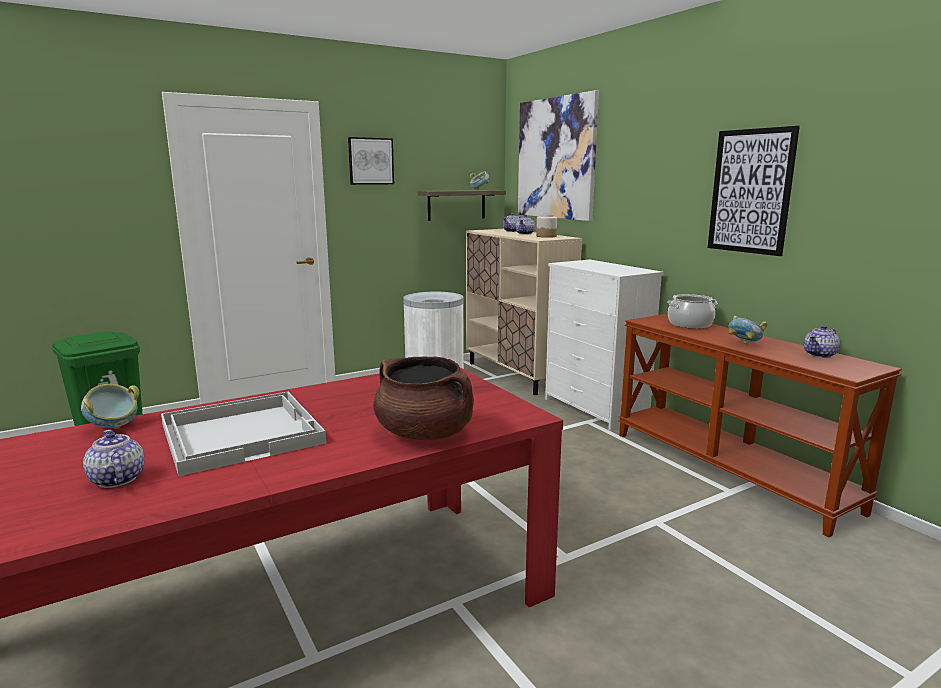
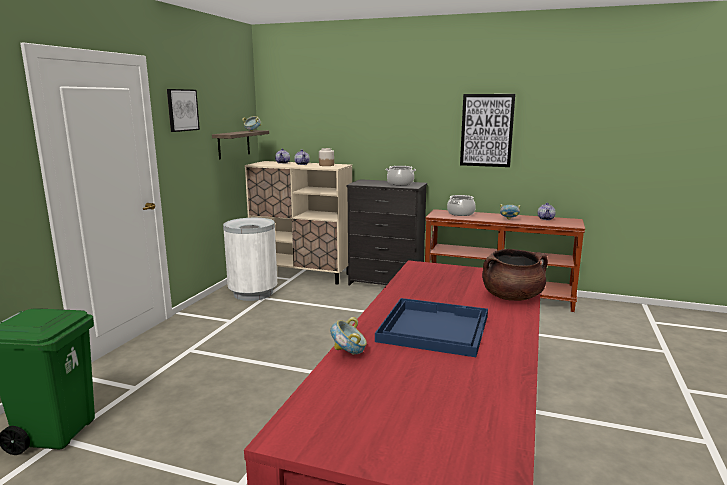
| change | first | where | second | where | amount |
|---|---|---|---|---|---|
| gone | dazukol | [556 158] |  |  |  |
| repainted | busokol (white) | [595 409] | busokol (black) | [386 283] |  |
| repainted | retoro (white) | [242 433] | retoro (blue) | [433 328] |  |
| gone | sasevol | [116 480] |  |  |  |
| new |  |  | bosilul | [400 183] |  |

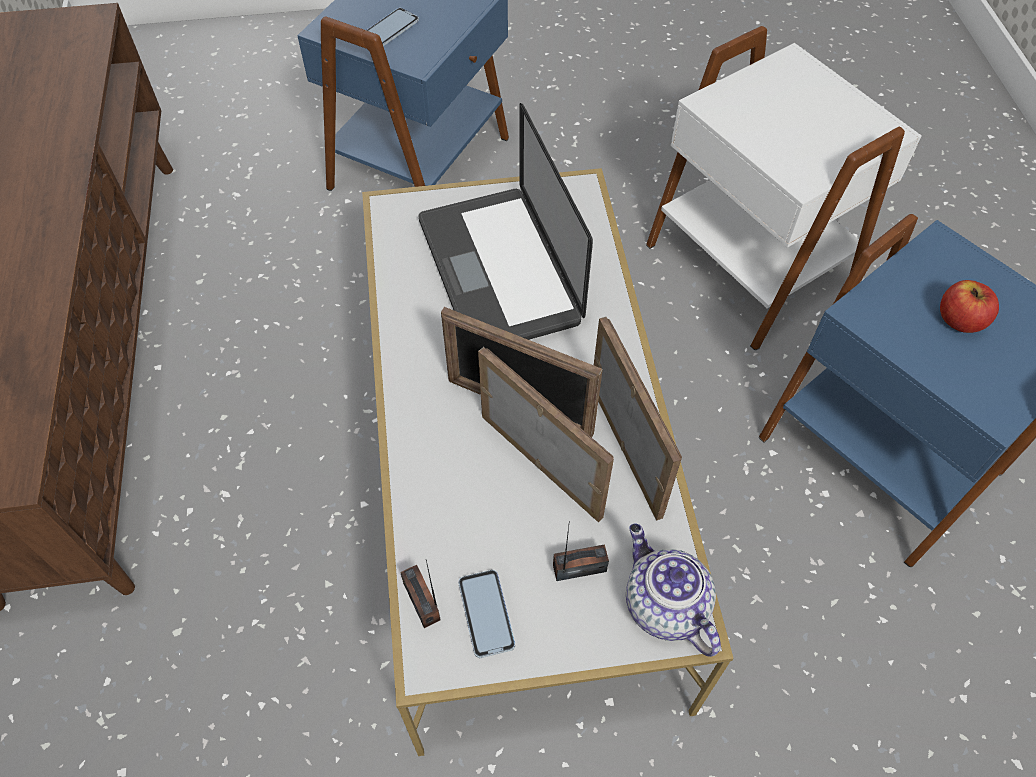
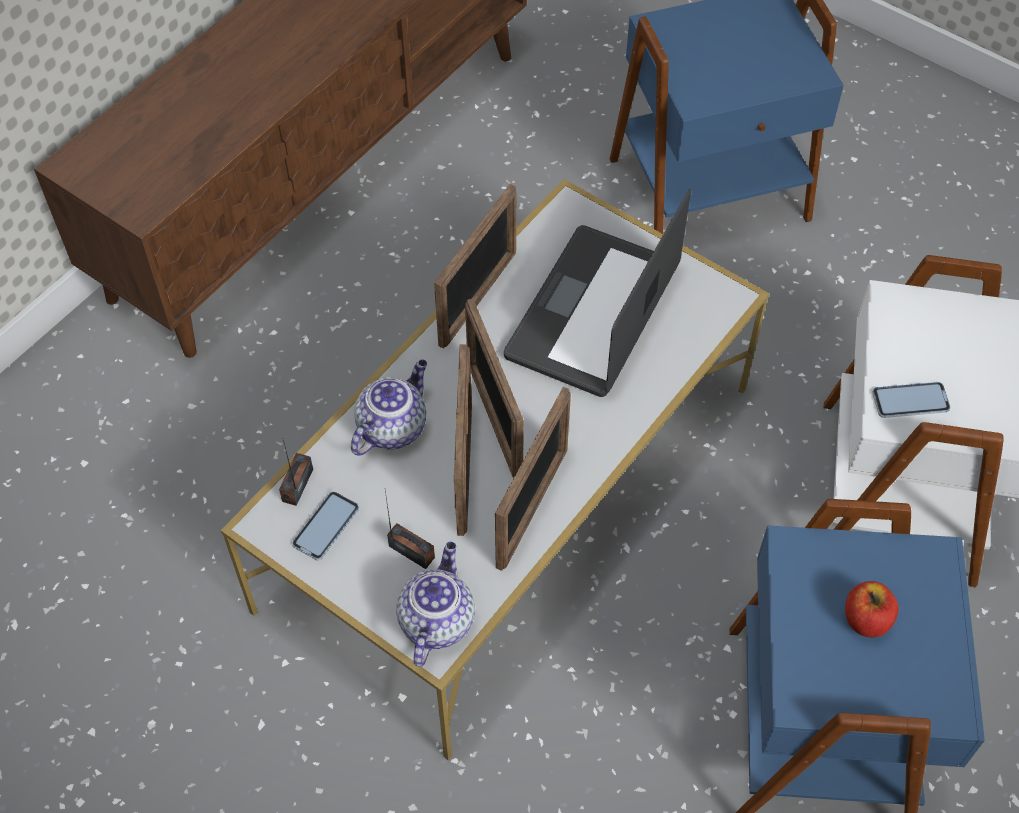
| change | first | where | second | where | amount |
|---|---|---|---|---|---|
| shifted | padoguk | [390 29] |  | [910 401] |  |
| new |  |  | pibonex | [478 298] |  |
| new |  |  | sasevol | [392 426] |  |

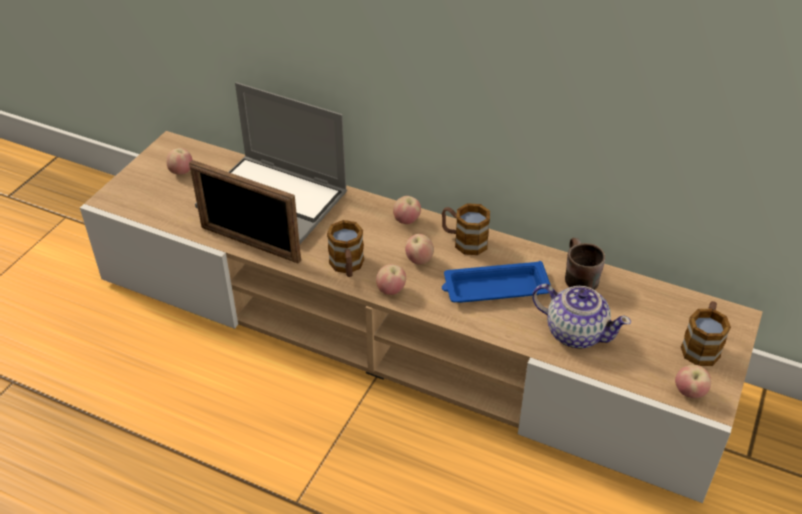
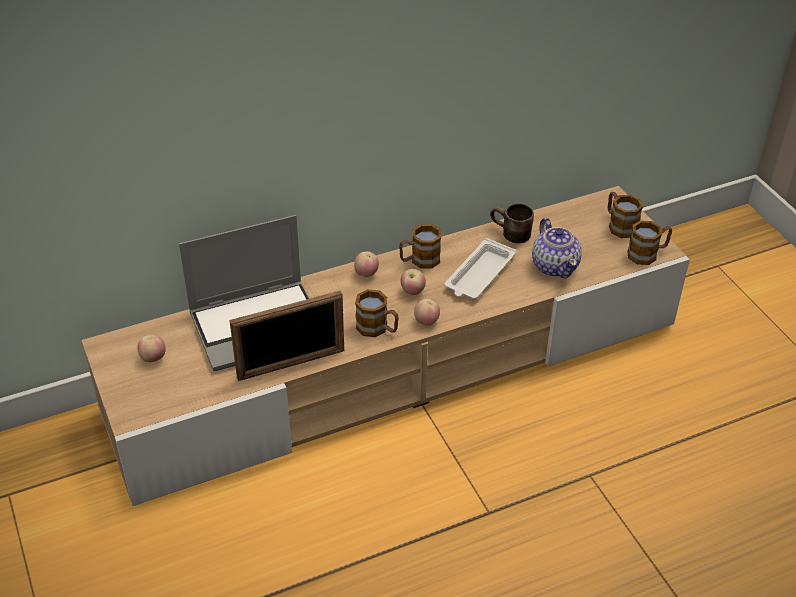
| change | first | where | second | where | amount |
|---|---|---|---|---|---|
| repainted | retoro (blue) | [494 288] | retoro (white) | [479 275] |  |
| rotated | sasevol | [575 332] |  | [555 266] | 90 degrees clockwise |
| swapped | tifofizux | [689 392] | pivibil | [647 254] |  |

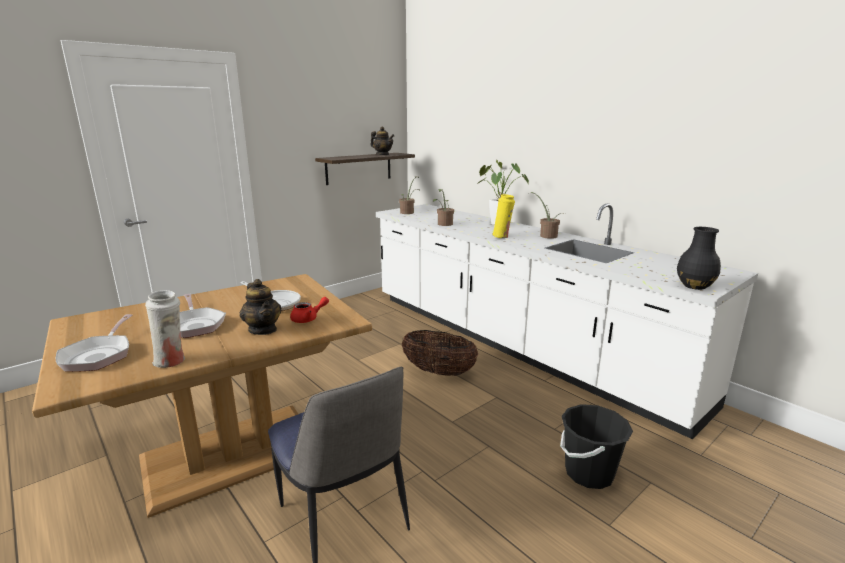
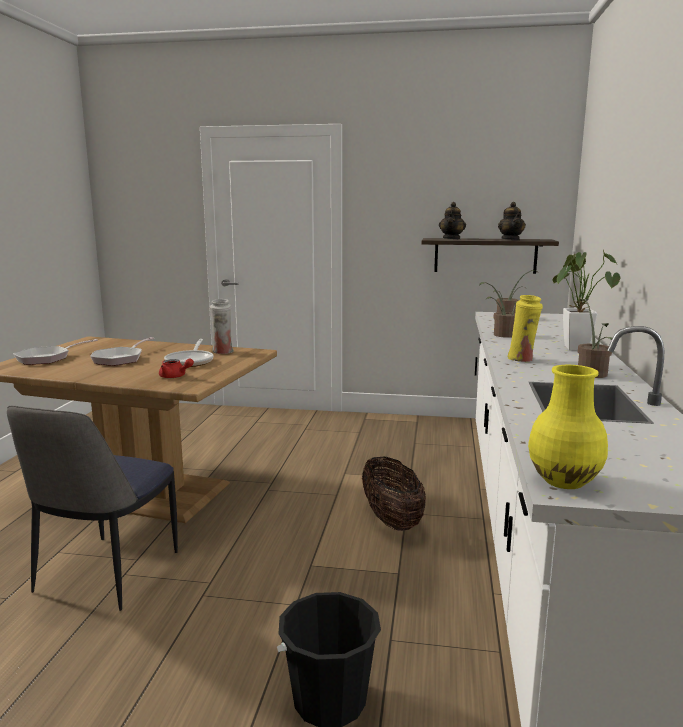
| change | first | where | second | where | amount |
|---|---|---|---|---|---|
| repainted | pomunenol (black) | [695 286] | pomunenol (yellow) | [565 481] |  |
| shifted | sasevol | [263 330] |  | [452 239] |  |
| shifted | pomunenol (white) | [172 362] |  | [223 352] |  |

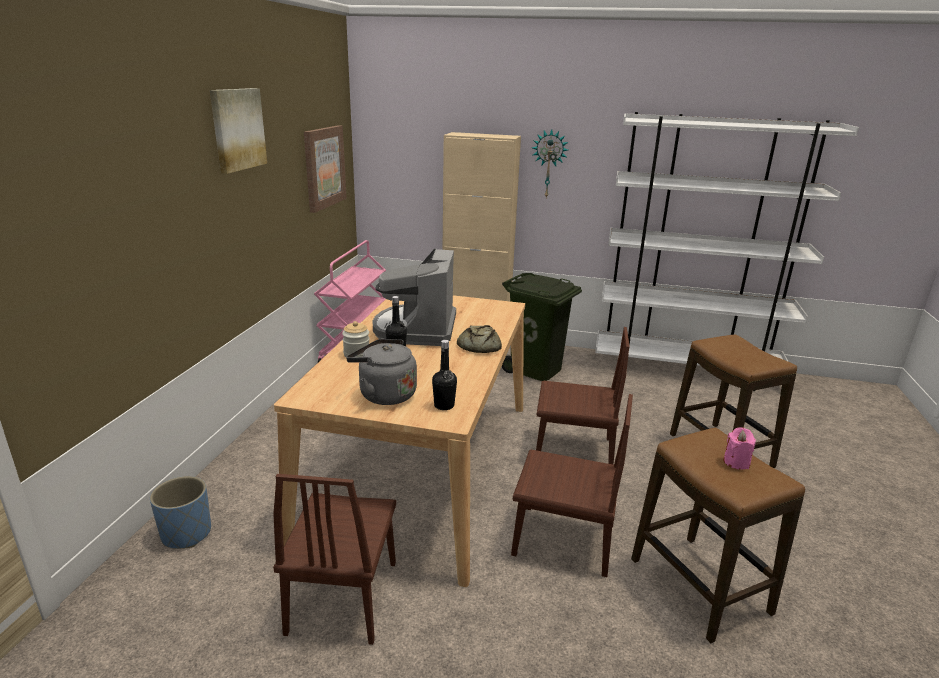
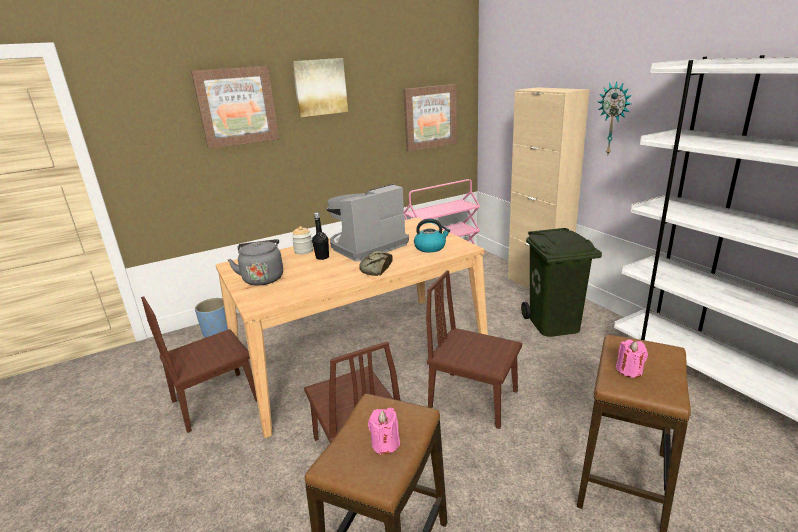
| change | first | where | second | where | amount |
|---|---|---|---|---|---|
| rotated | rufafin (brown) | [573 451] |  | [473 399] | 150 degrees clockwise |
| gone | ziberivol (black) | [444 405] |  |  |  |
| new |  |  | dazukol | [237 106] |  |
| new |  |  | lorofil | [430 247] |  |
| new |  |  | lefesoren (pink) | [629 370] |  |

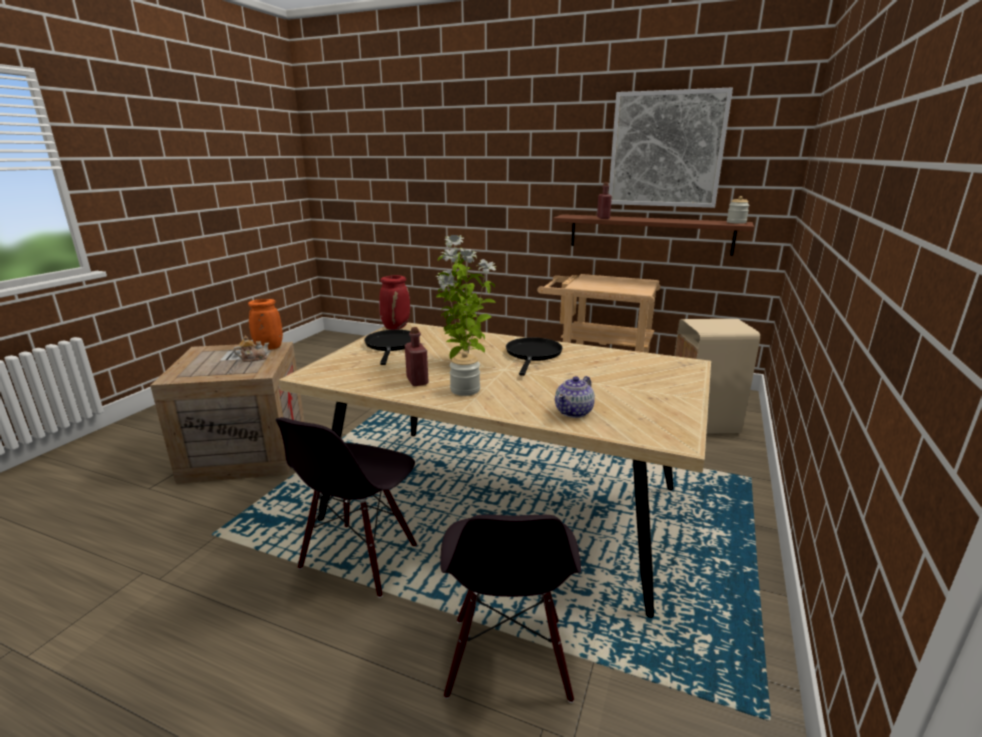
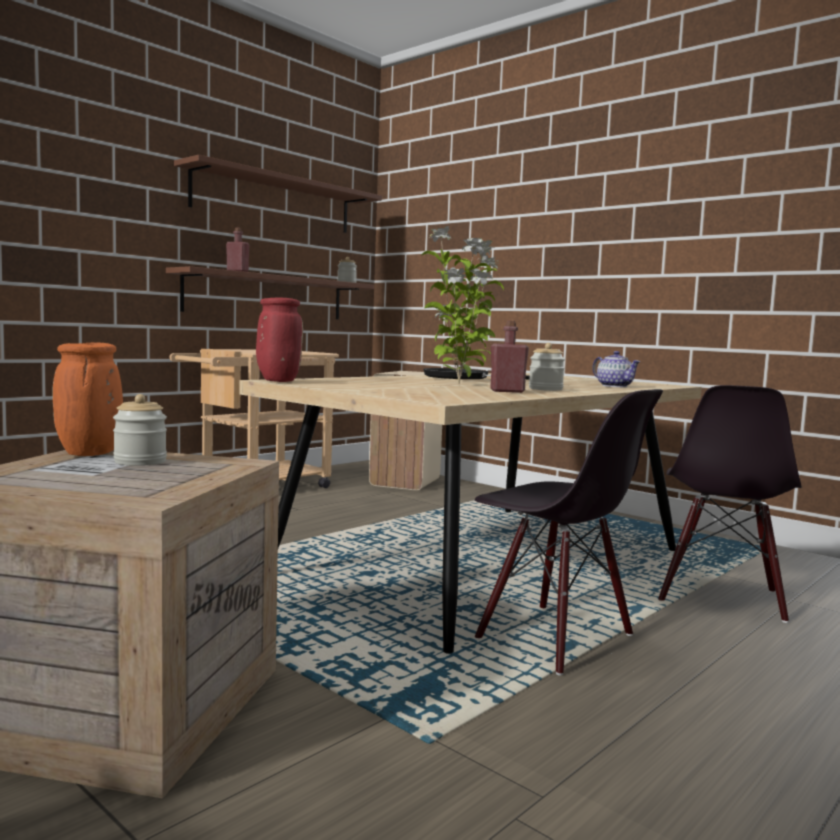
| change | first | where | second | where | amount |
|---|---|---|---|---|---|
| swapped | dazukol | [666 150] | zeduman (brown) | [274 201] |  |
| gone | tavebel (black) | [392 345] |  |  |  |
| swapped | sasevol | [253 358] | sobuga | [140 461] |  |
| rotated | rufafin (black) | [508 658] |  | [721 598] | 90 degrees clockwise |

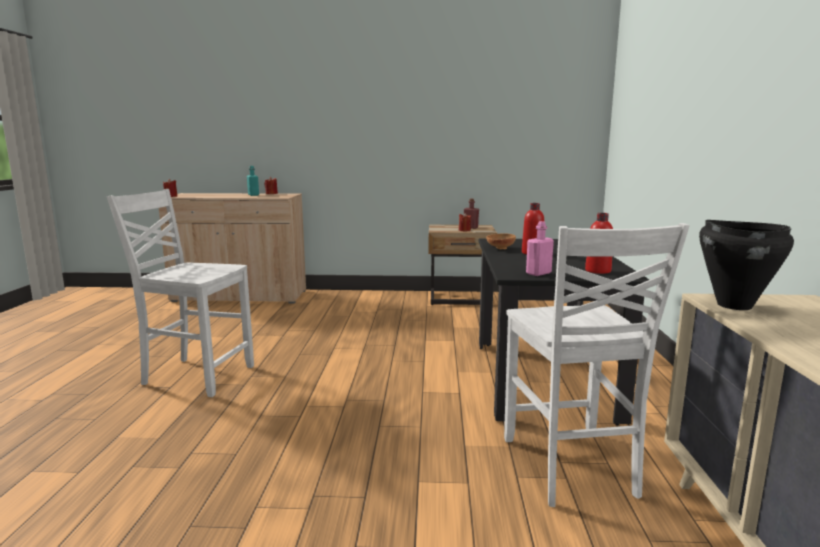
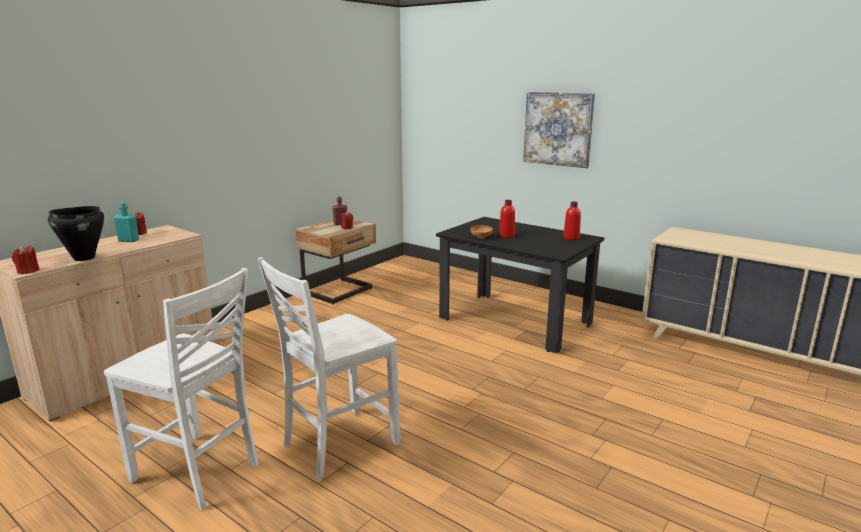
| change | first | where | second | where | amount |
|---|---|---|---|---|---|
| shifted | bosilul (black) | [733 305] |  | [83 258] |  |
| gone | ziberivol (pink) | [538 273] |  |  |  |
| shifted | rufafin (white) | [570 468] |  | [198 473] |  |
| new |  |  | dazukol | [558 129] |  |

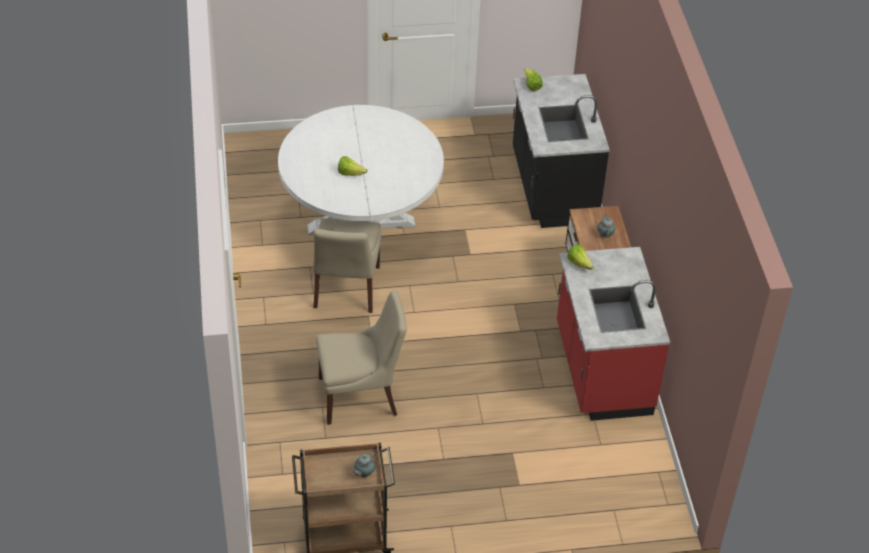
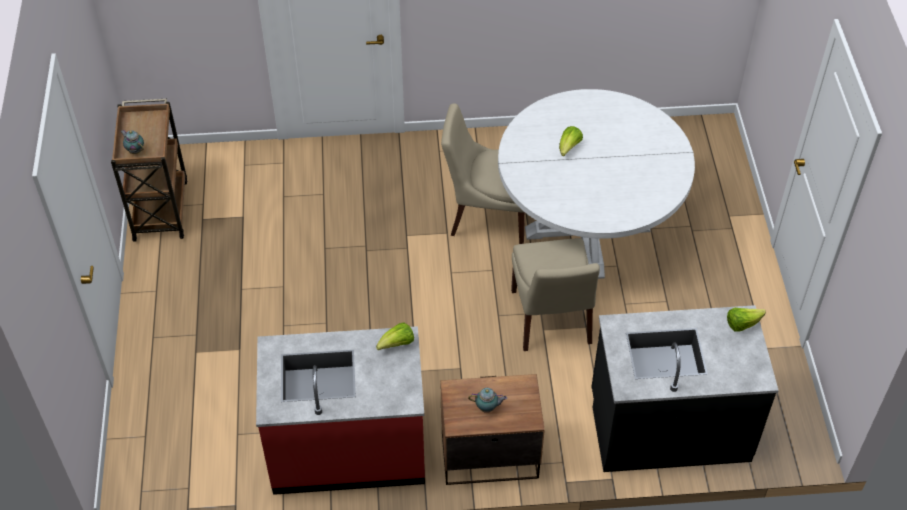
| change | first | where | second | where | amount |
|---|---|---|---|---|---|
| shifted | rufafin (beige) | [361 395] |  | [551 320] |  |

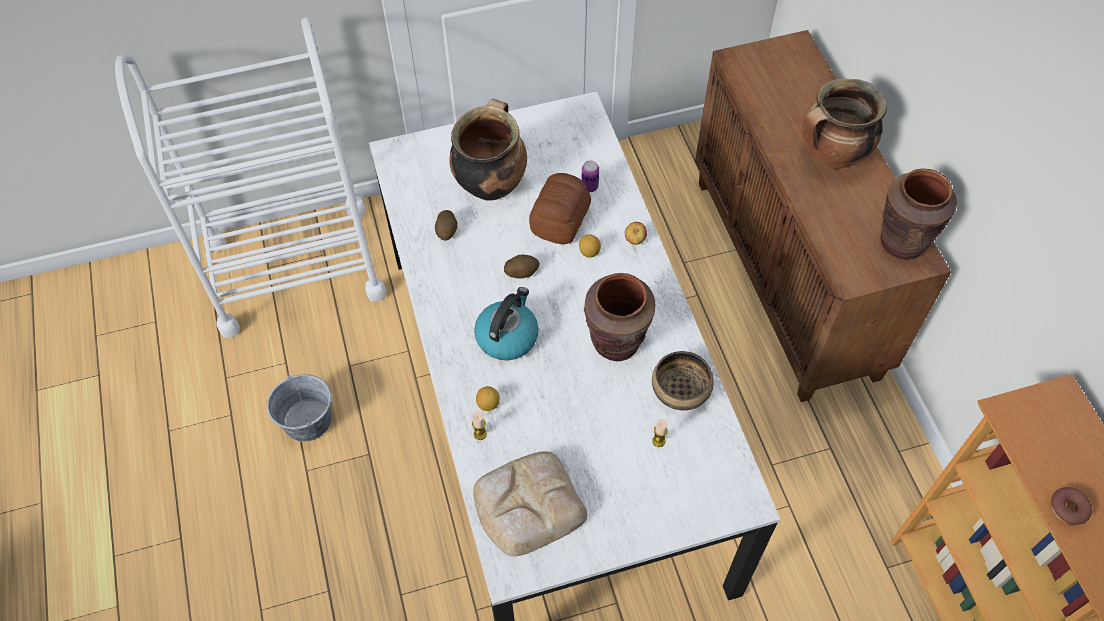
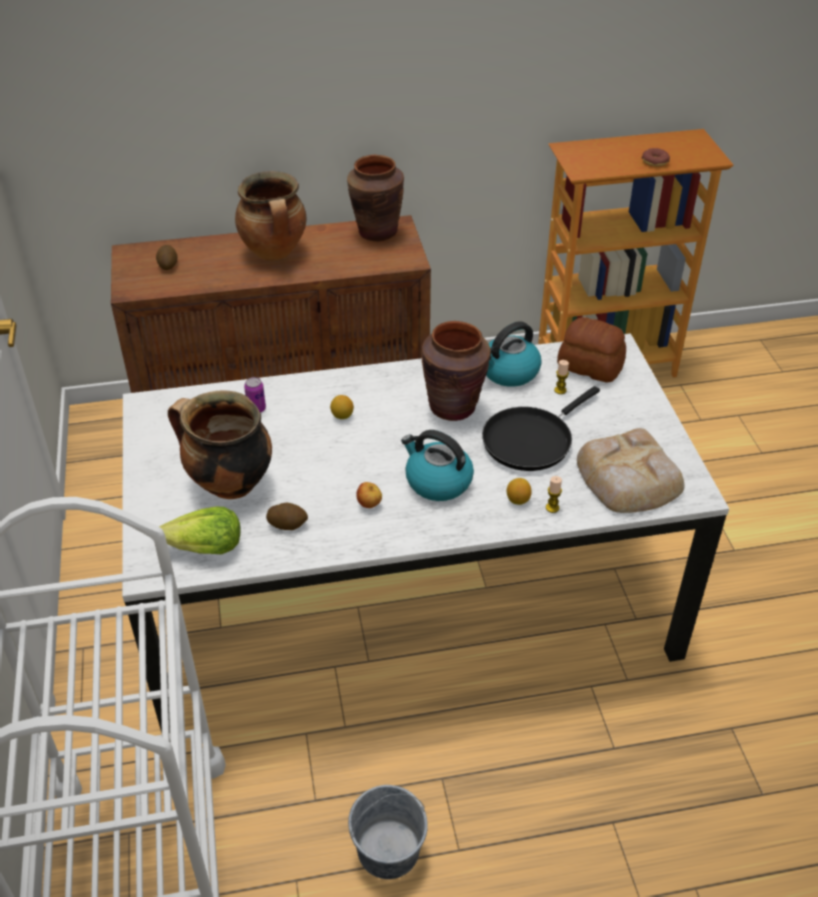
| change | first | where | second | where | amount |
|---|---|---|---|---|---|
| shifted | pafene | [561 219] |  | [590 365] |  |
| shifted | tifofizux | [635 240] |  | [369 505] |  |
| shifted | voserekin | [521 272] |  | [168 265] |  |
| swapped | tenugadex | [680 390] | lorofil | [508 372] |  |
| new |  |  | tavebel (black) | [531 440] |  |
| new |  |  | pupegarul | [205 548] |  |

